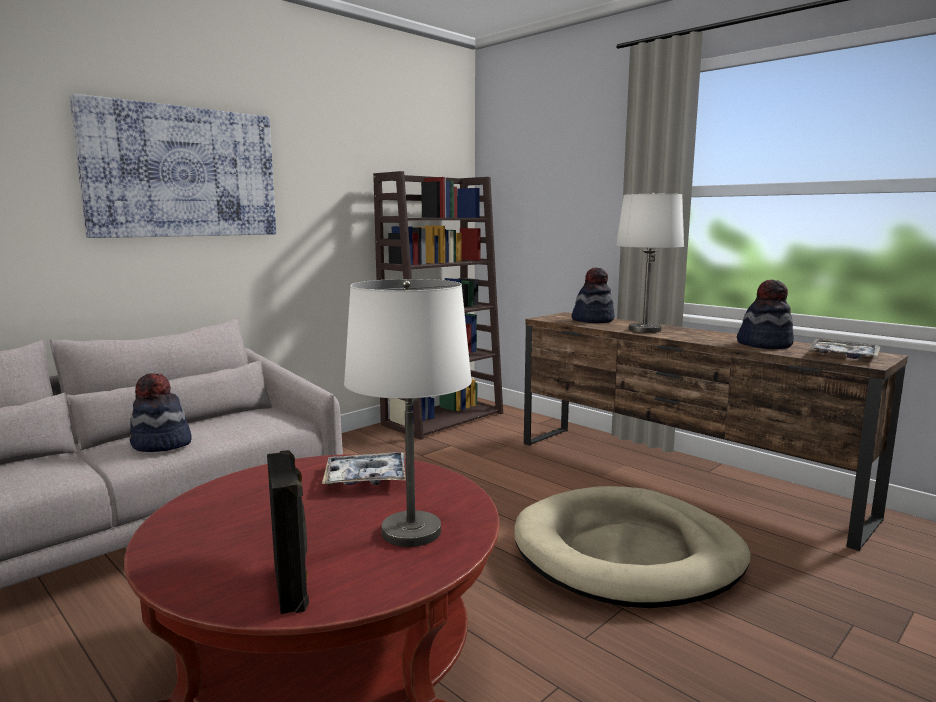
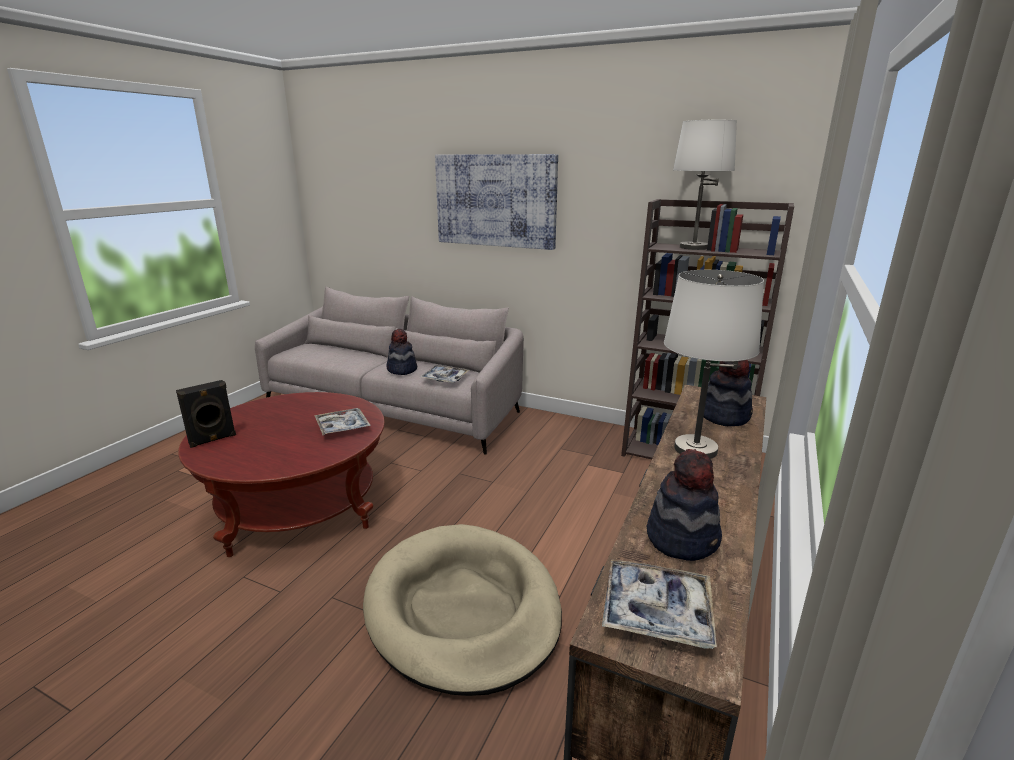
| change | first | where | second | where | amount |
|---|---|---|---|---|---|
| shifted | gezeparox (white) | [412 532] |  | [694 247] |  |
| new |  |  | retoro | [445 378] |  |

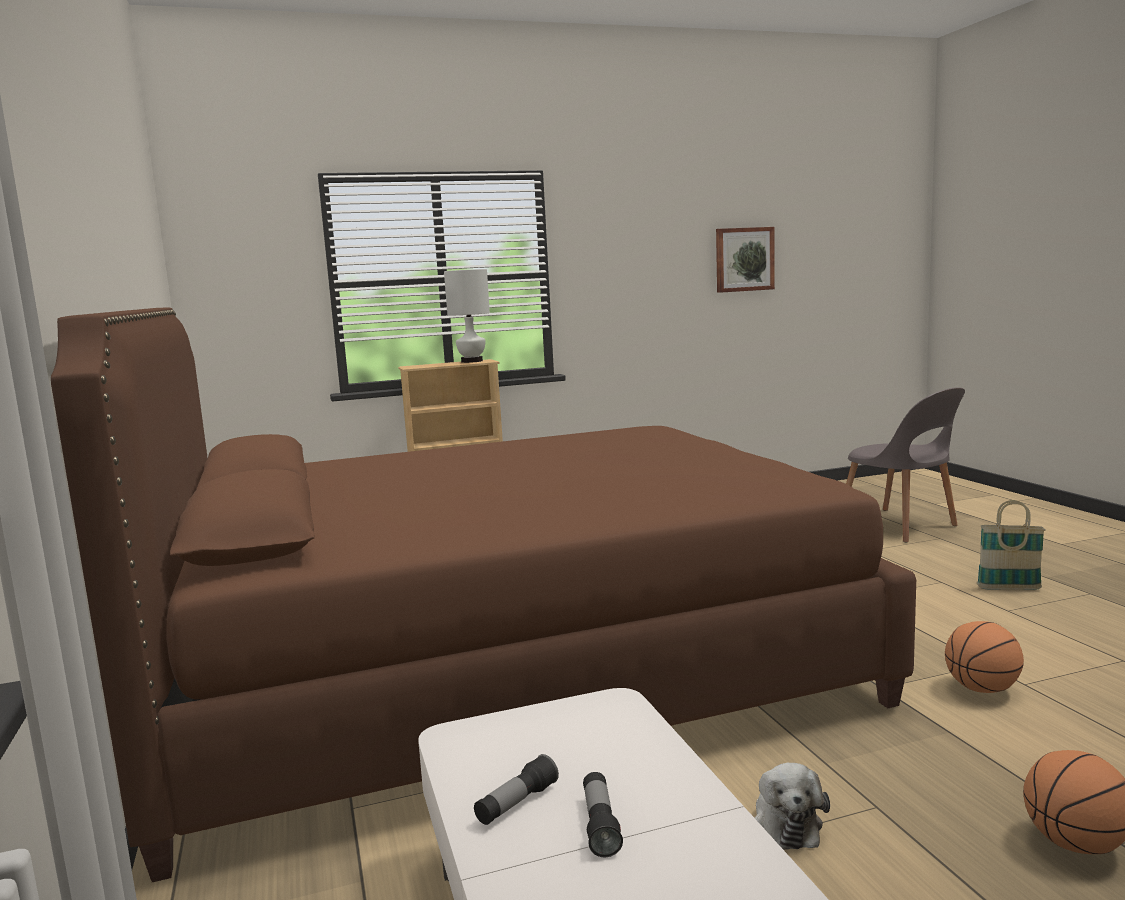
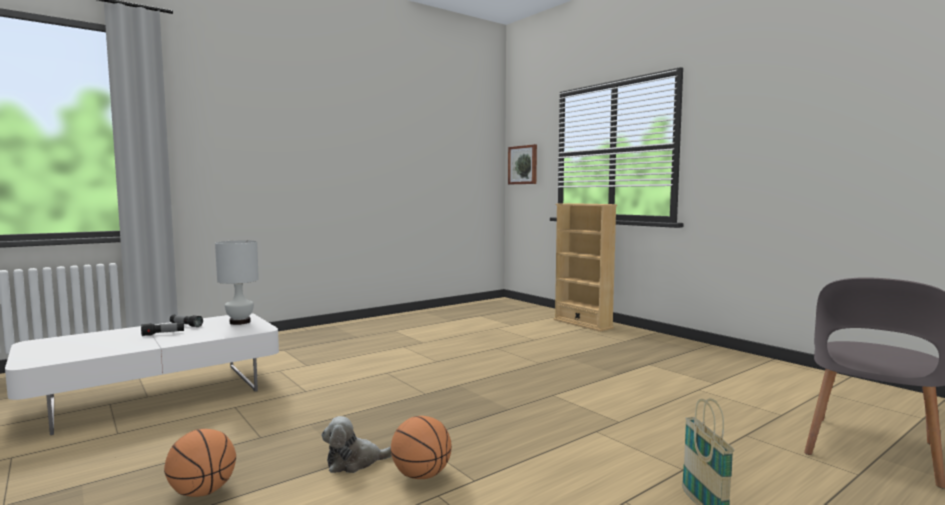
| change | first | where | second | where | amount |
|---|---|---|---|---|---|
| shifted | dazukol | [744 259] |  | [523 165] |  |
| shifted | gezeparox (white) | [472 361] |  | [239 322] |  |
| gone | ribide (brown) | [505 669] |  |  |  |
| shifted | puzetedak | [785 823] |  | [355 462] |  |

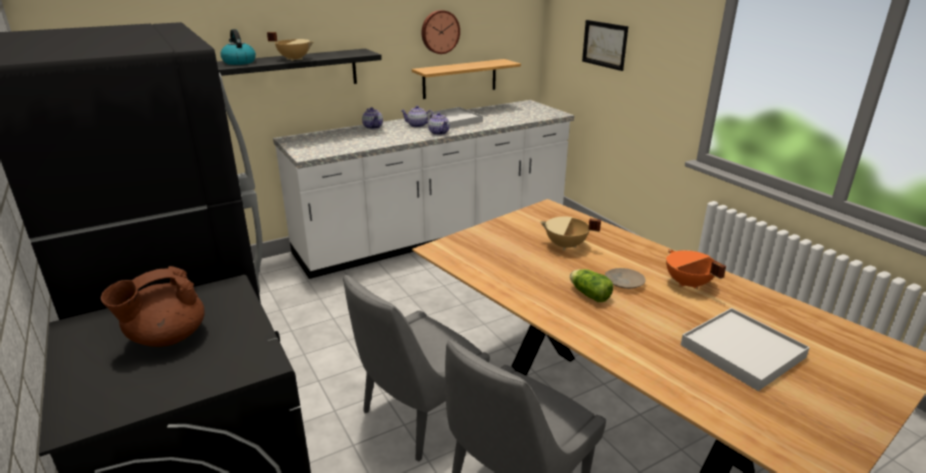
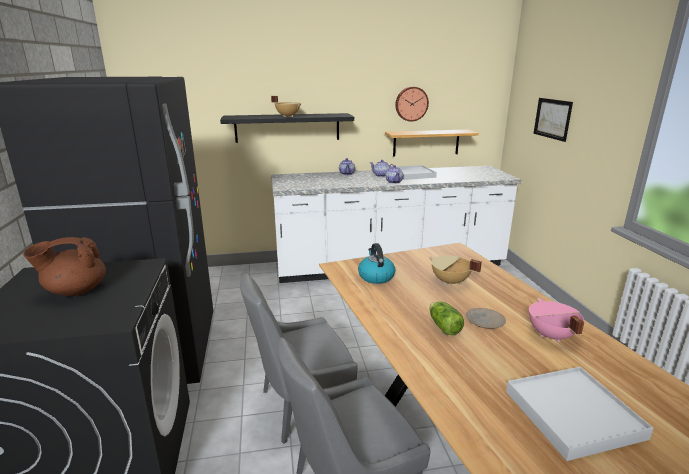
| change | first | where | second | where | amount |
|---|---|---|---|---|---|
| shifted | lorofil | [239 62] |  | [375 276] |  |
| repainted | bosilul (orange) | [687 284] | bosilul (pink) | [550 336] |  |

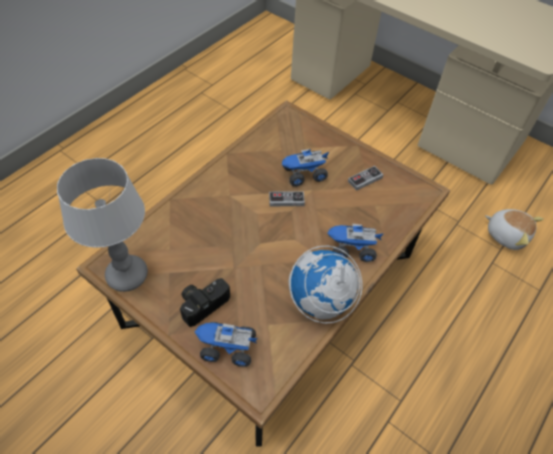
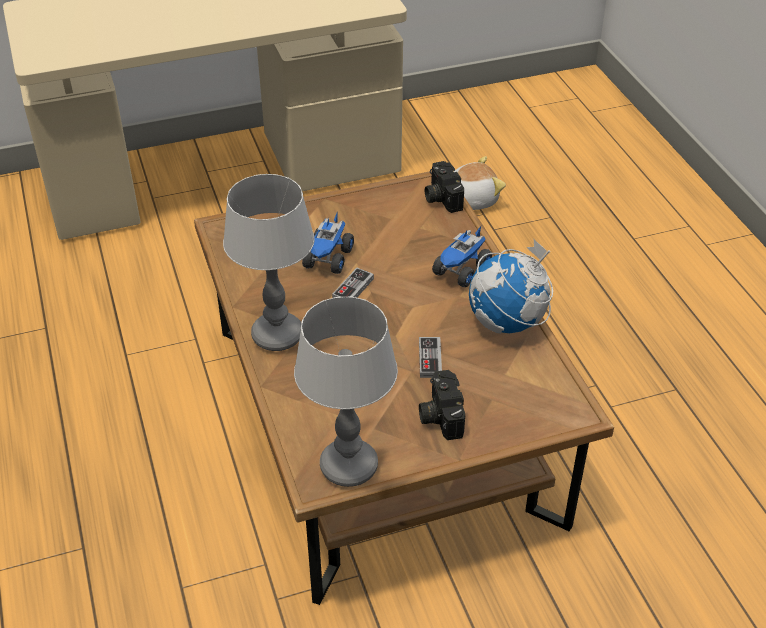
| change | first | where | second | where | amount |
|---|---|---|---|---|---|
| shifted | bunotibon | [365 179] |  | [430 359] |  |
| gone | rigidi | [227 348] |  |  |  |
| new |  |  | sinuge | [440 197] |  |
| new |  |  | gezeparox | [277 335] |  |

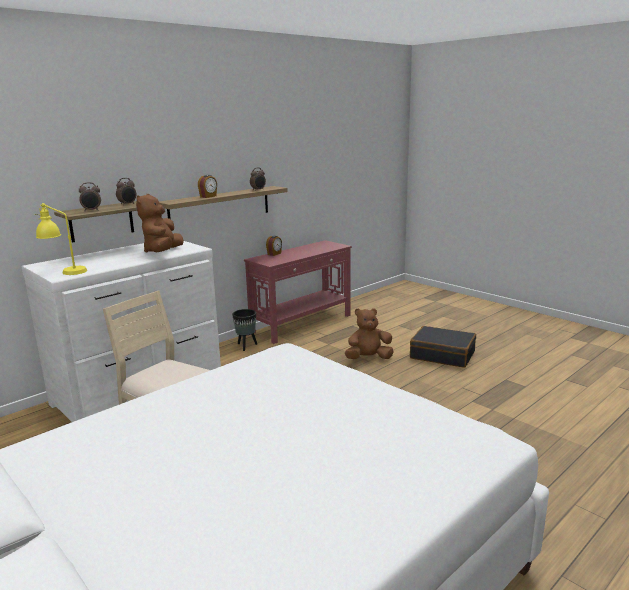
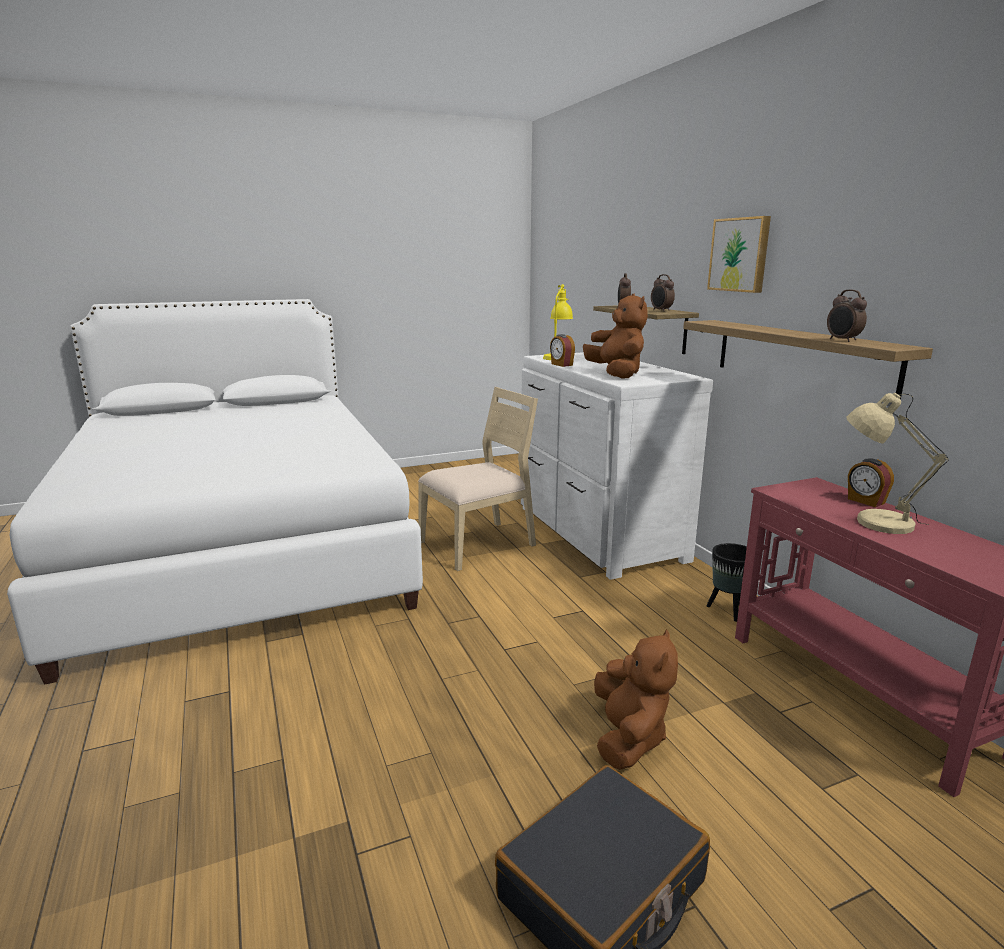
| change | first | where | second | where | amount |
|---|---|---|---|---|---|
| shifted | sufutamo | [208 196] |  | [561 365] |  |
| rotated | puzetedak (brown) | [162 252] |  | [616 374] | 45 degrees clockwise |
| new |  |  | dazukol | [740 254] |  |
| new |  |  | gezeparox (beige) | [876 522] |  |

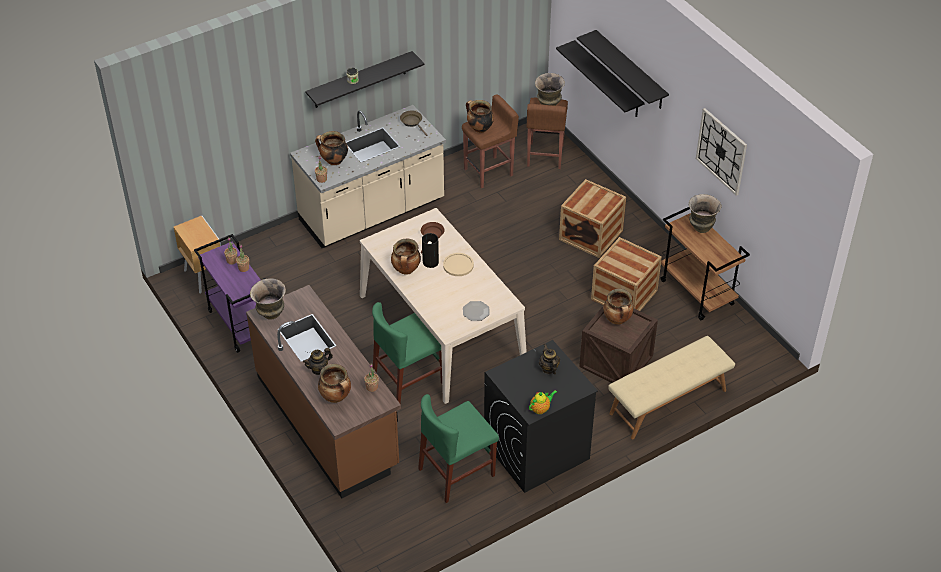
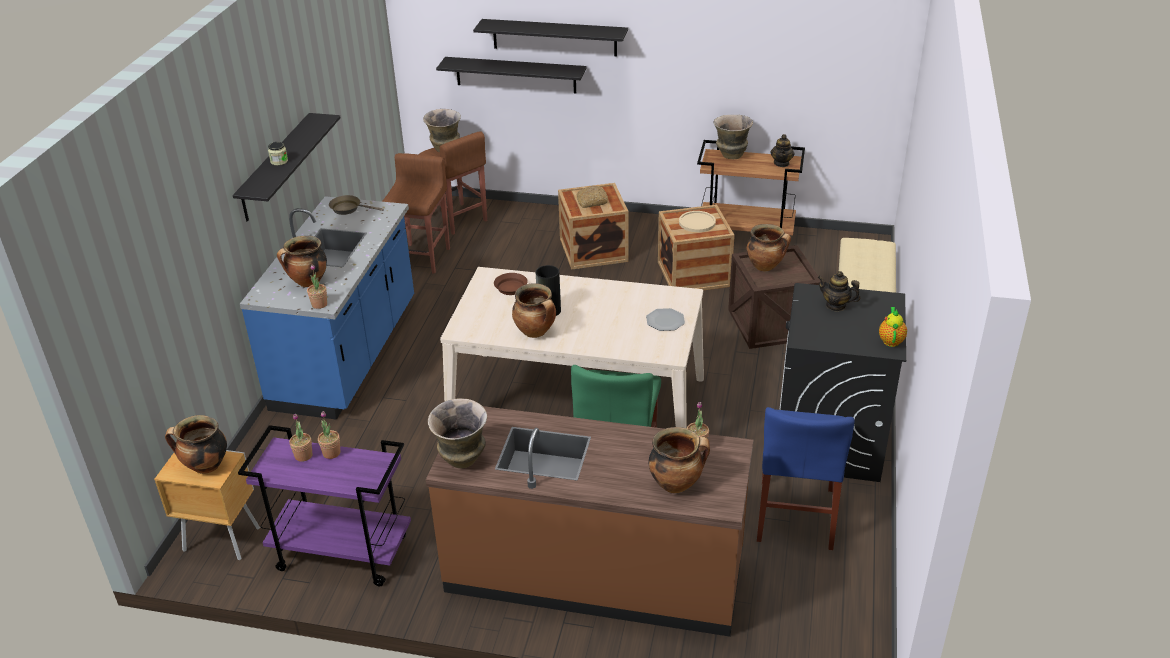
| change | first | where | second | where | amount |
|---|---|---|---|---|---|
| shifted | bosilul | [479 128] |  | [205 466] |  |
| repainted | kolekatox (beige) | [372 212] | kolekatox (blue) | [348 355] |  |
| gone | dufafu | [721 151] |  |  |  |
| shifted | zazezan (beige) | [458 265] |  | [697 222] |  |
| shifted | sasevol | [319 369] |  | [781 163] |  |
| repainted | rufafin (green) | [457 472] | rufafin (blue) | [795 514] |  |
| new |  |  | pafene | [591 201] |  |

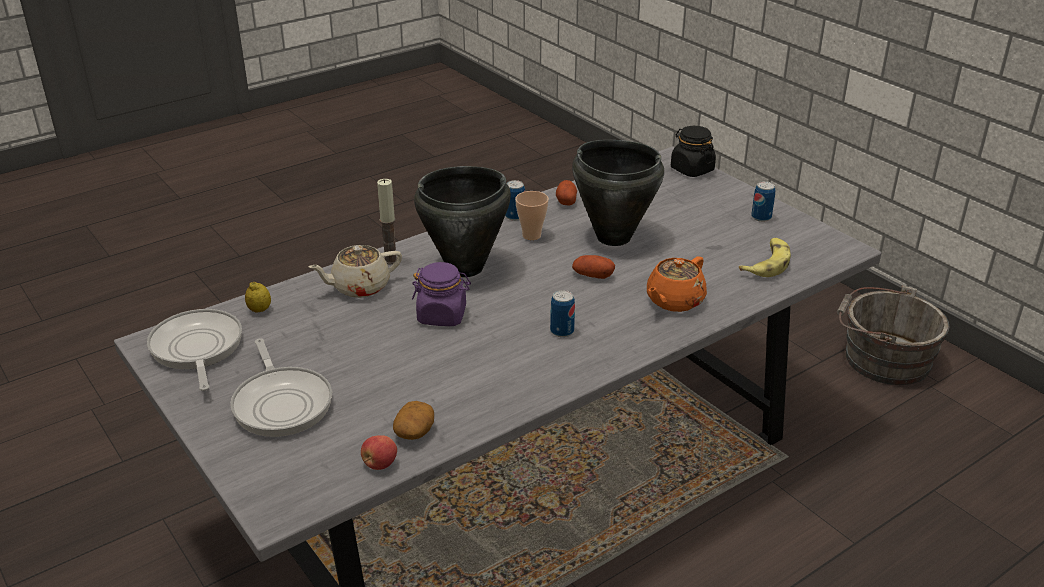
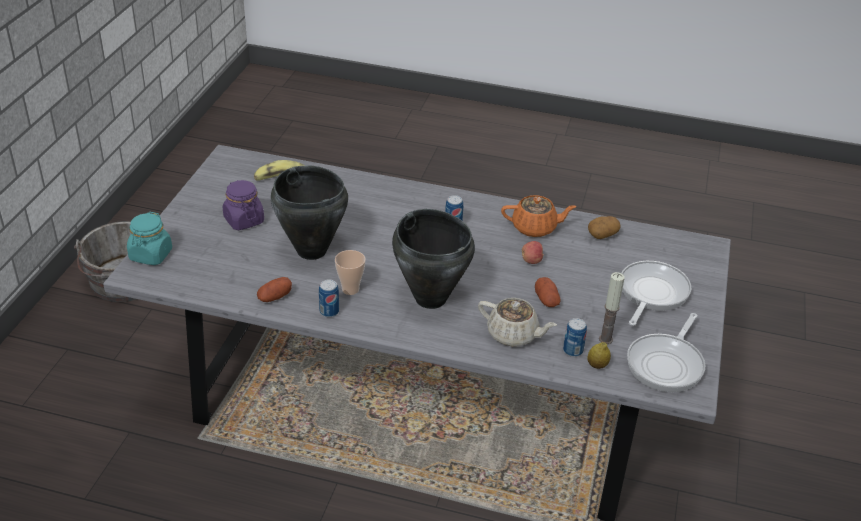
| change | first | where | second | where | amount |
|---|---|---|---|---|---|
| repainted | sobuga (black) | [691 169] | sobuga (turquoise) | [151 255] |  |
| shifted | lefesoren | [390 260] |  | [605 339] |  |
| shifted | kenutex | [761 217] |  | [573 351] |  |
| shifted | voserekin | [592 276] |  | [546 299] |  |
| shifted | sasevol (orange) | [674 301] |  | [535 228] |  |
| shifted | sobuga (purple) | [442 315] |  | [243 220] |  |
| shifted | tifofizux | [379 464] |  | [532 261] |  |

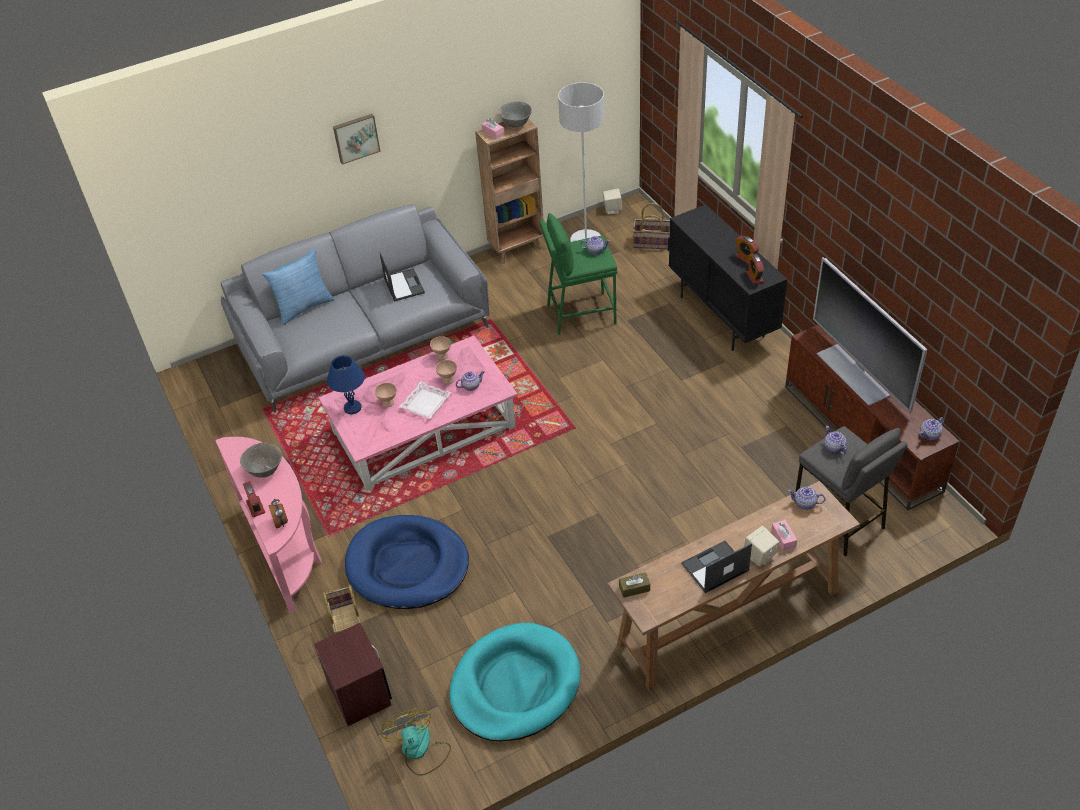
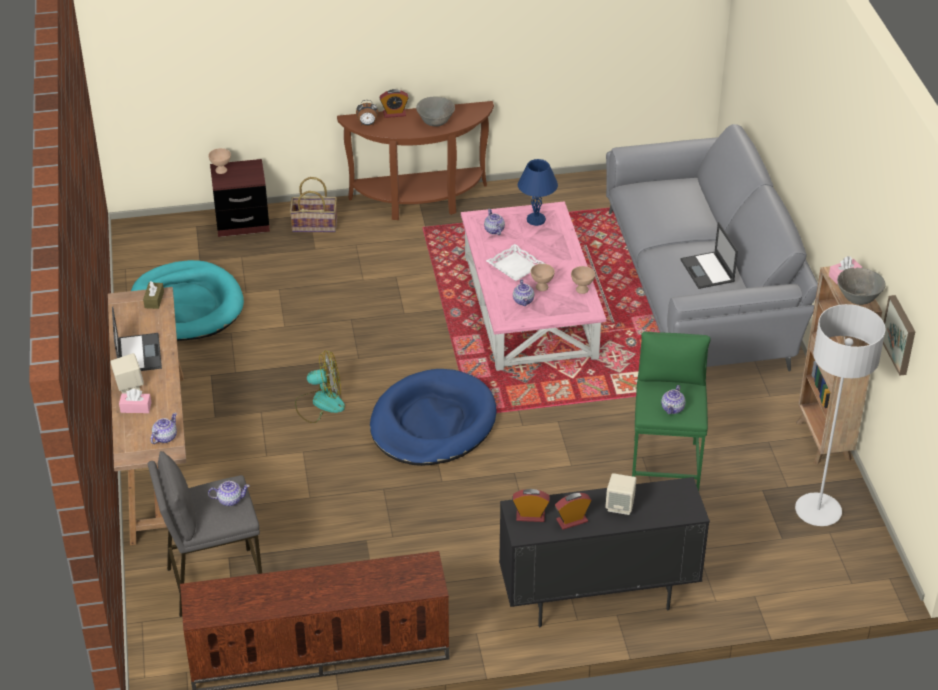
| change | first | where | second | where | amount |
|---|---|---|---|---|---|
| shifted | dazukol | [356 138] |  | [900 334] |  |
| shifted | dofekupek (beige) | [612 209] |  | [620 506] |  |
| gone | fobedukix | [652 242] |  |  |  |
| gone | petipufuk | [303 307] |  |  |  |
| rotated | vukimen | [403 285] |  | [707 271] | 75 degrees clockwise |
| gone | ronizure | [854 373] |  |  |  |
| shifted | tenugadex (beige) | [387 403] |  | [221 170] |  |
| shifted | sasevol | [930 435] |  | [494 230] |  |
| repainted | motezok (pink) | [286 551] | motezok (brown) | [420 202] |  |
| shifted | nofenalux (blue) | [407 565] |  | [432 423] |  |
| shifted | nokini | [420 750] |  | [320 403] |  |

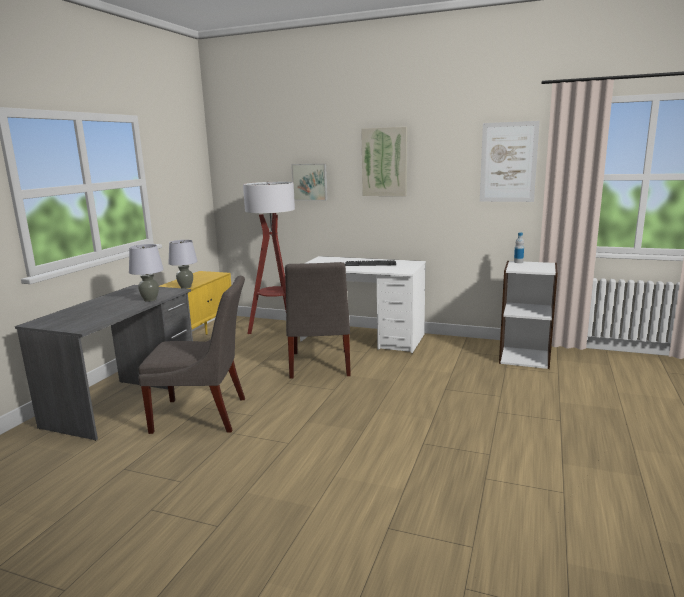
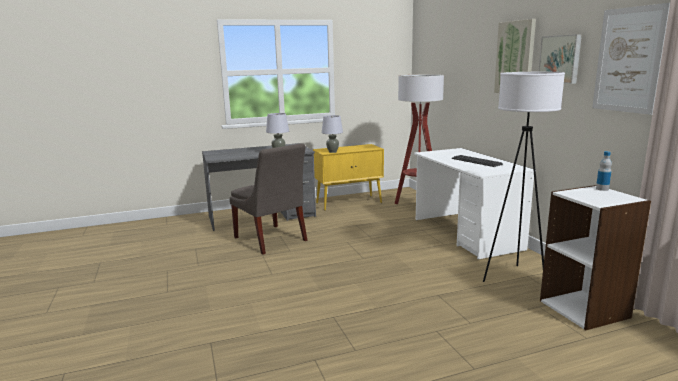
| change | first | where | second | where | amount |
|---|---|---|---|---|---|
| shifted | dazukol | [310 182] |  | [560 59] |  |
| gone | rufafin (grey) | [319 365] |  |  |  |
| new |  |  | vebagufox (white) | [514 278] |  |

